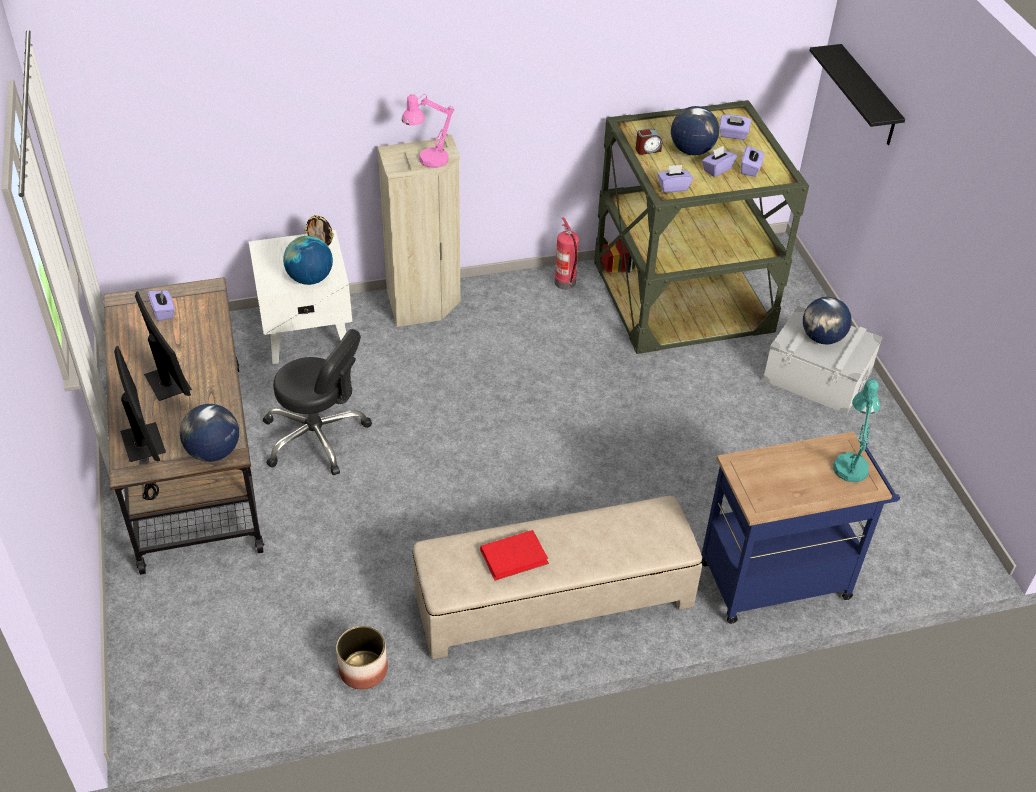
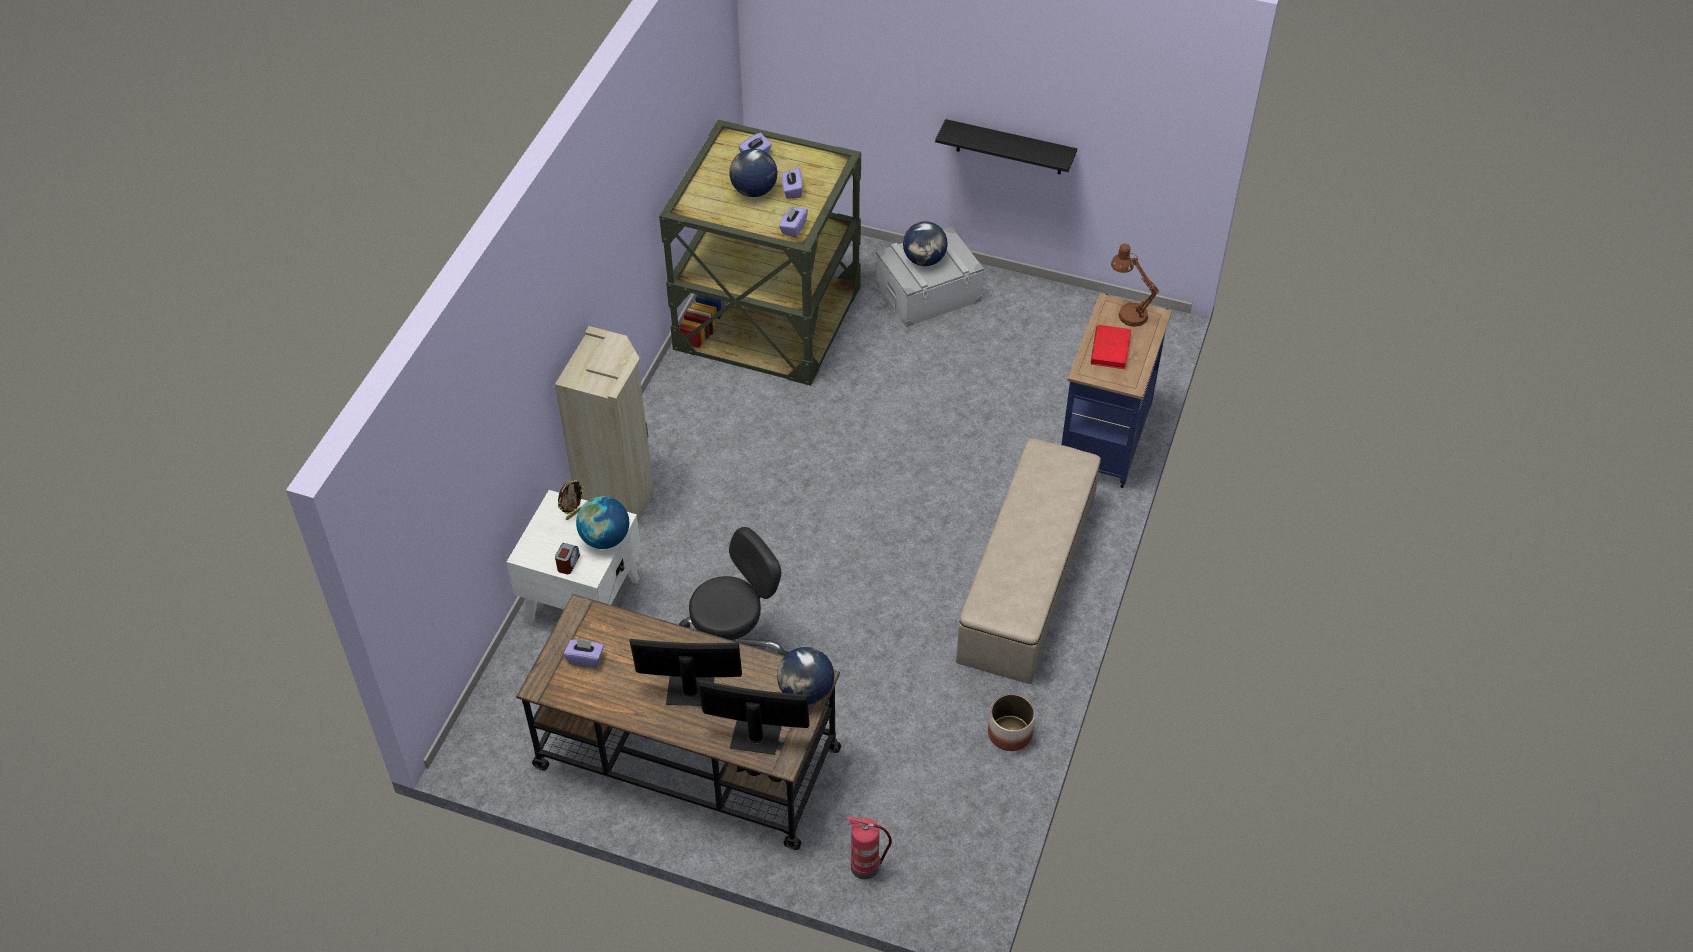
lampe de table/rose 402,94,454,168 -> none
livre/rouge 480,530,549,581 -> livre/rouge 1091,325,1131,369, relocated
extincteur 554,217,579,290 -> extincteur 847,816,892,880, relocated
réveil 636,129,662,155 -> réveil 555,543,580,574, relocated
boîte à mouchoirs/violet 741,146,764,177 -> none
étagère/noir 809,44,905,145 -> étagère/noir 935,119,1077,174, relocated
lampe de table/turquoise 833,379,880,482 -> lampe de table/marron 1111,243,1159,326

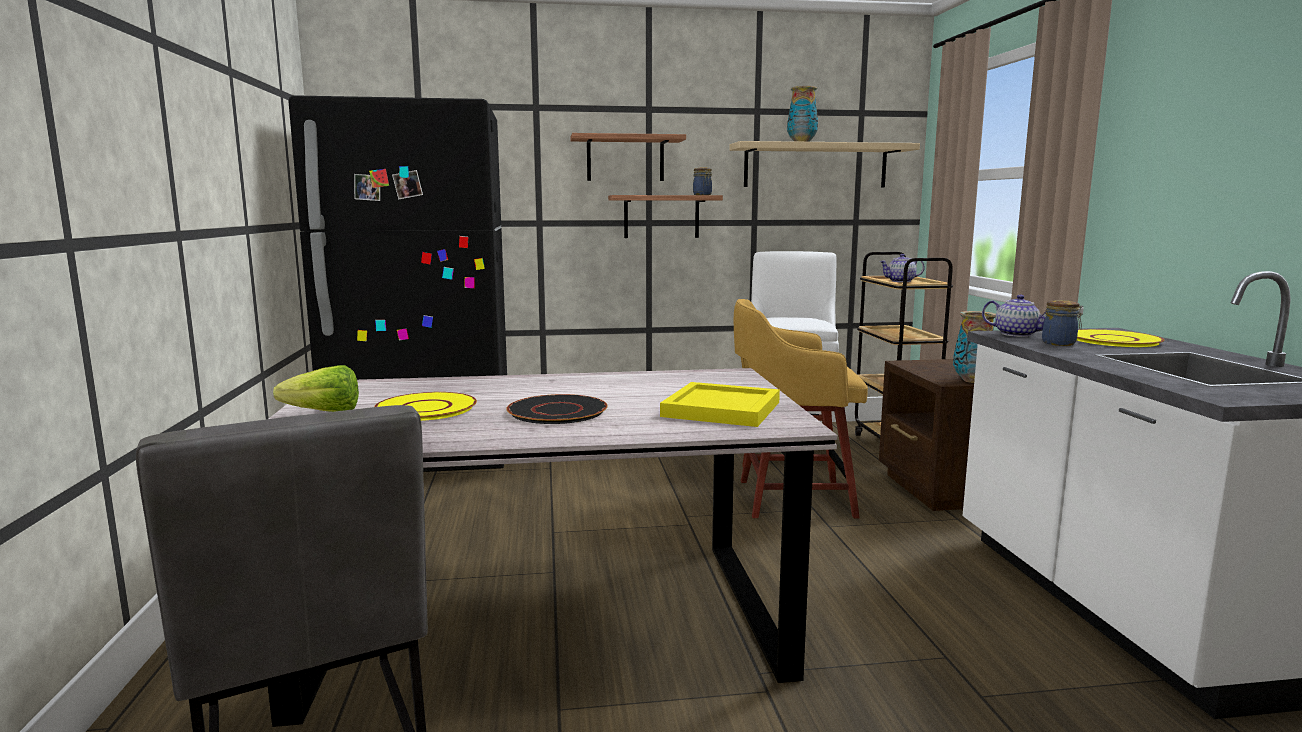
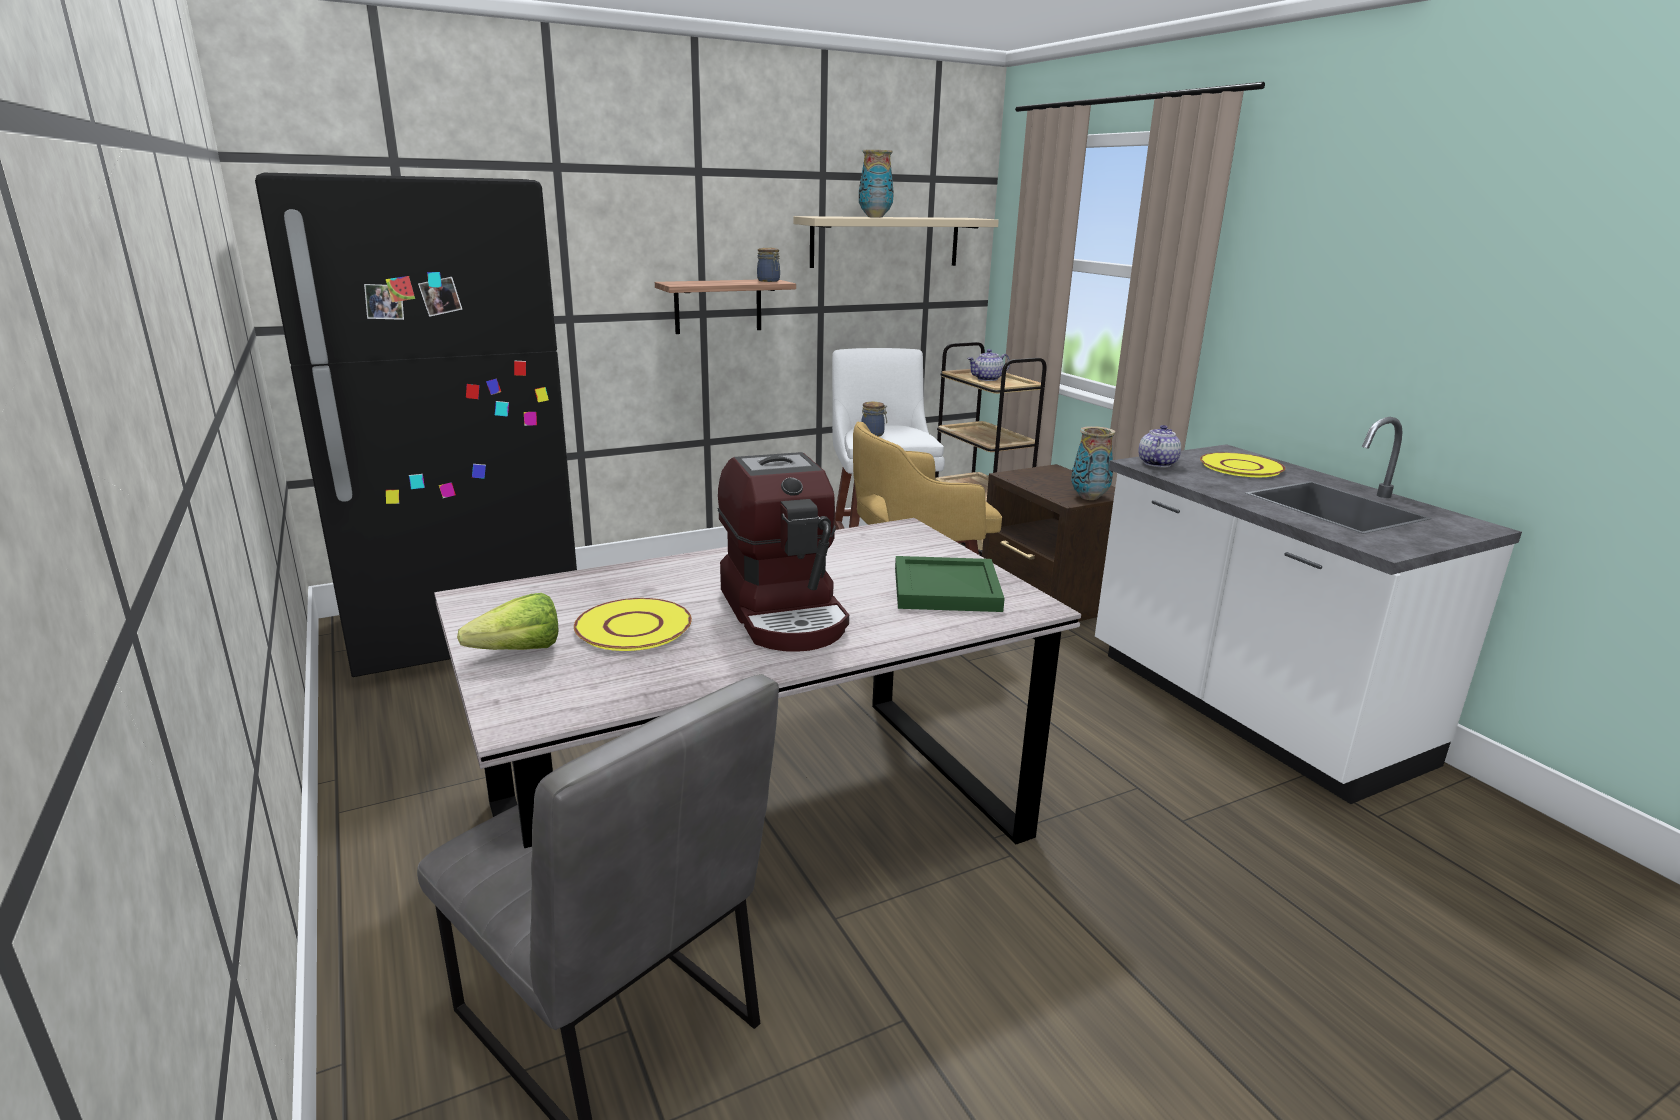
assiette/noir 506,394,608,424 -> machine à café 718,452,849,652
étagère 570,133,686,181 -> none
plateau/jaune 660,382,780,427 -> plateau/vert 895,556,1005,612
théière 982,295,1047,337 -> théière 1138,425,1181,467, 75 degrees counterclockwise
bocal 1042,300,1083,346 -> bocal 861,402,887,437, relocated

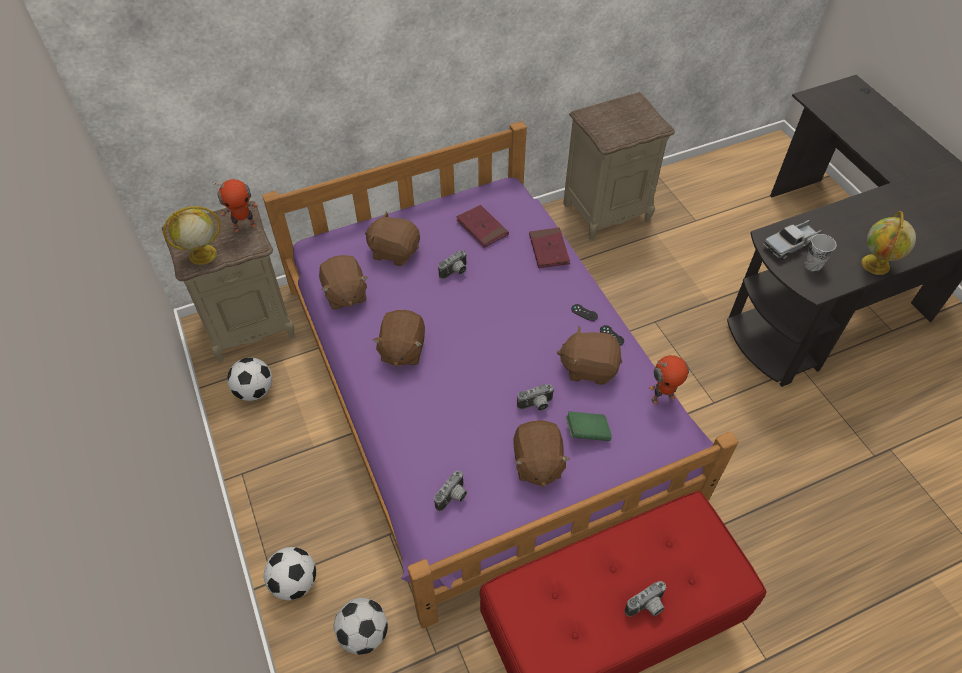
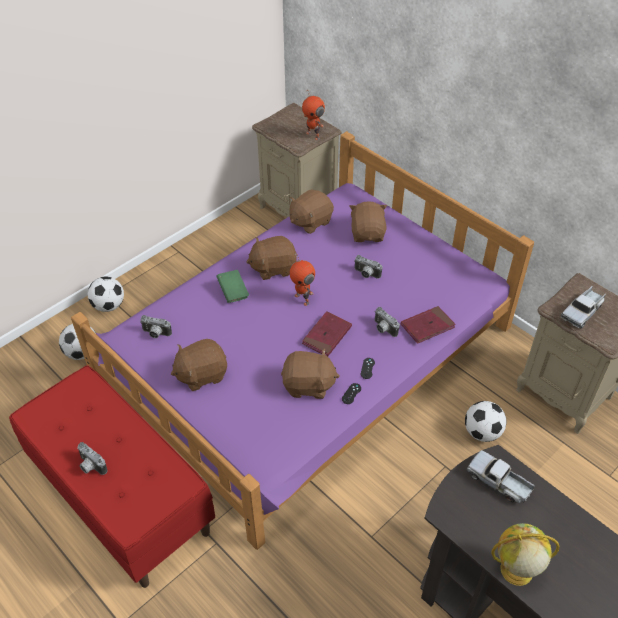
globe 163,206,220,265 -> none
ballon de foot 227,357,272,401 -> ballon de foot 465,401,506,442, relocated
livre/rouge 456,205,509,248 -> livre/rouge 302,311,352,357, relocated
appareil photo 517,384,554,411 -> appareil photo 375,307,400,337, relocated
peluche/marron 557,326,622,385 -> peluche/marron 281,349,340,399, 105 degrees clockwise
livre/vert 566,411,612,441 -> livre/vert 216,270,249,303, relocated
robot jouet 648,355,689,404 -> robot jouet 290,253,315,306, relocated
tasse 804,234,837,272 -> none
none -> camion jouet 561,286,606,329

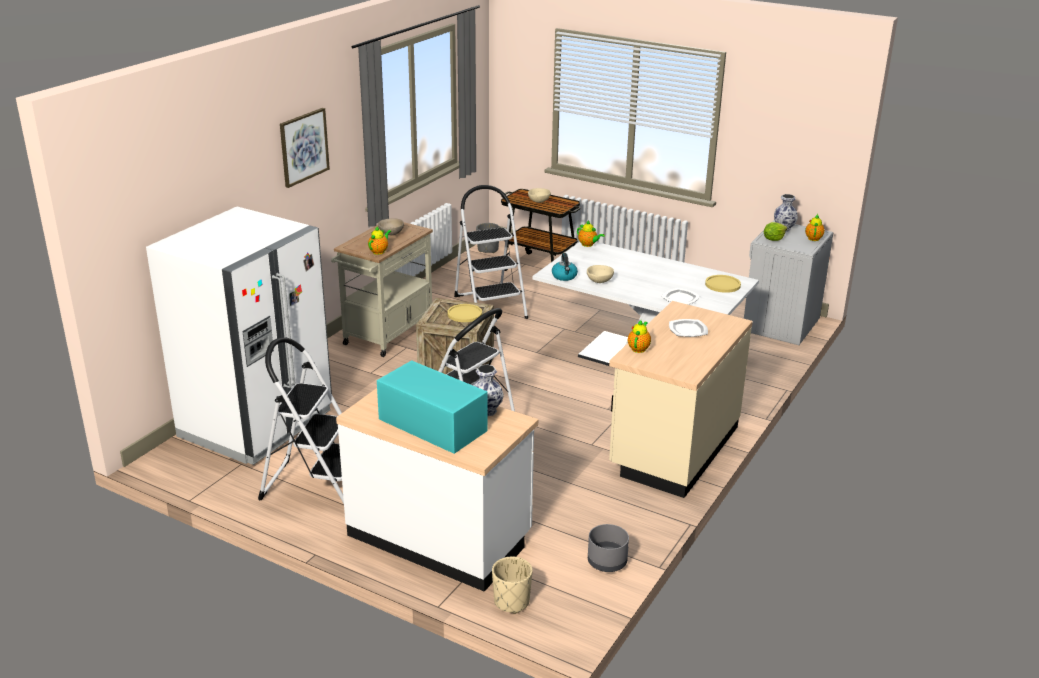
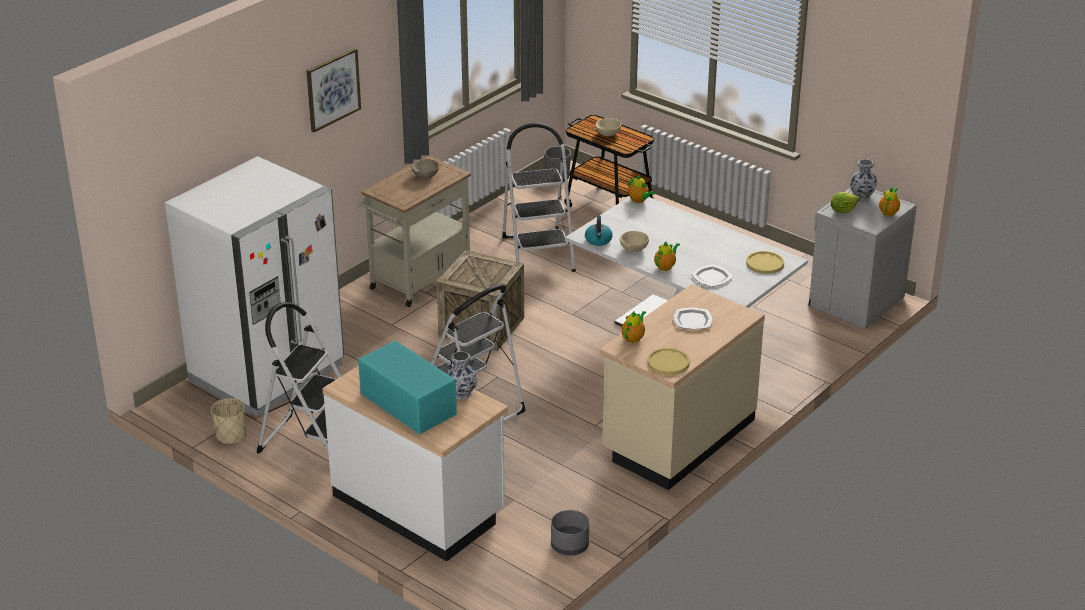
théière 368,226,391,255 -> théière 654,242,680,271, relocated
assiette/jaune 447,304,482,322 -> assiette/jaune 648,348,690,375, relocated
cache-pot/beige 492,557,532,614 -> cache-pot/beige 211,398,246,445, relocated

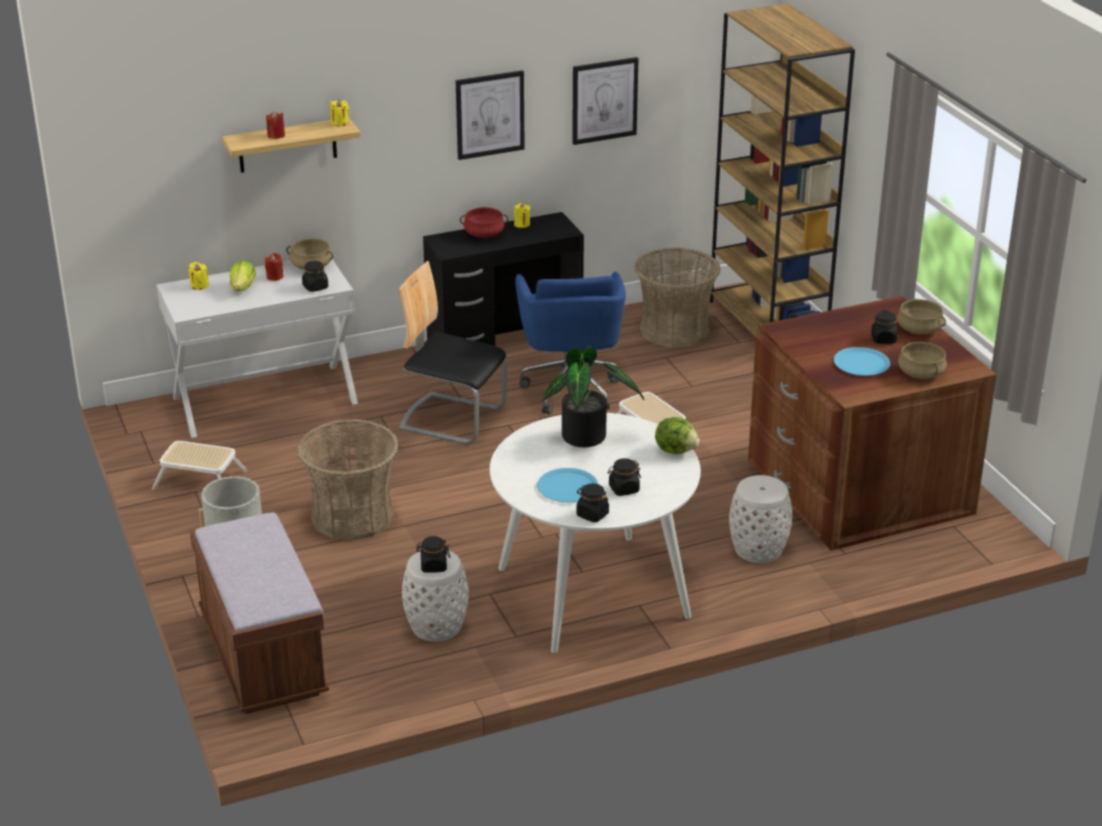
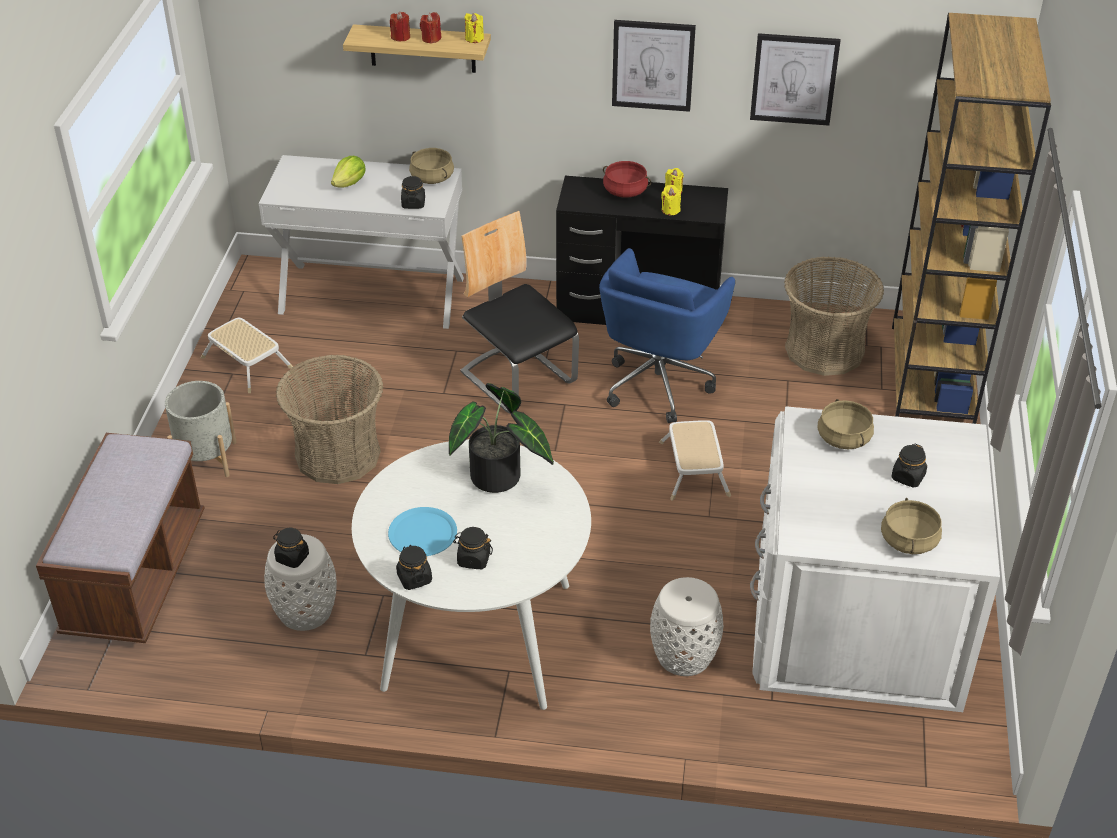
bougie/jaune 189,262,209,290 -> bougie/jaune 661,185,681,215, relocated
bougie/rouge 265,253,284,281 -> bougie/rouge 420,12,441,44, relocated
laitue 655,417,700,454 -> none
commode/marron 748,296,997,551 -> commode/blanc 750,406,1000,712
assiette/bleu 834,347,890,376 -> none
marmite/beige 897,299,946,335 -> marmite/beige 817,399,874,449, relocated

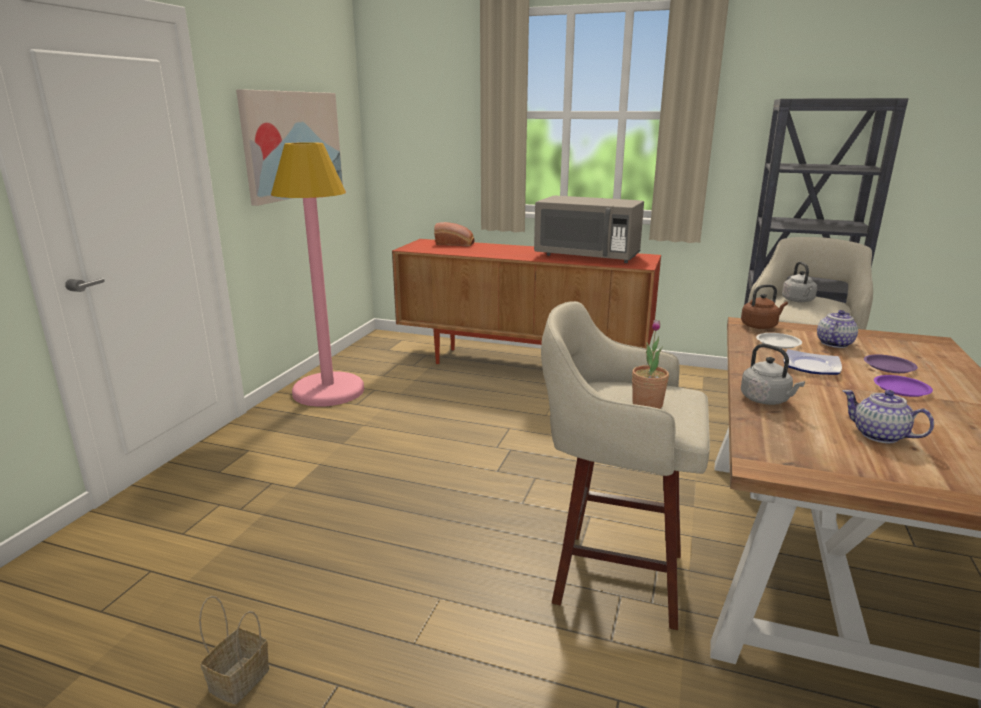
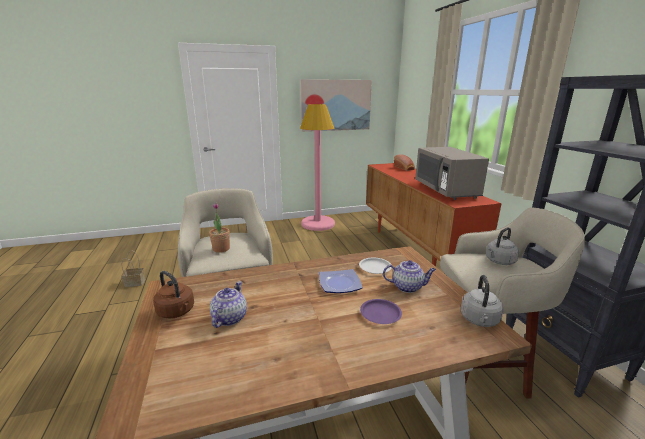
bouilloire/marron 741,284,788,329 -> bouilloire/marron 153,271,194,319, relocated
bouilloire/gris 741,344,805,405 -> bouilloire/gris 461,275,504,327, relocated
assiette/violet 874,375,933,397 -> none

